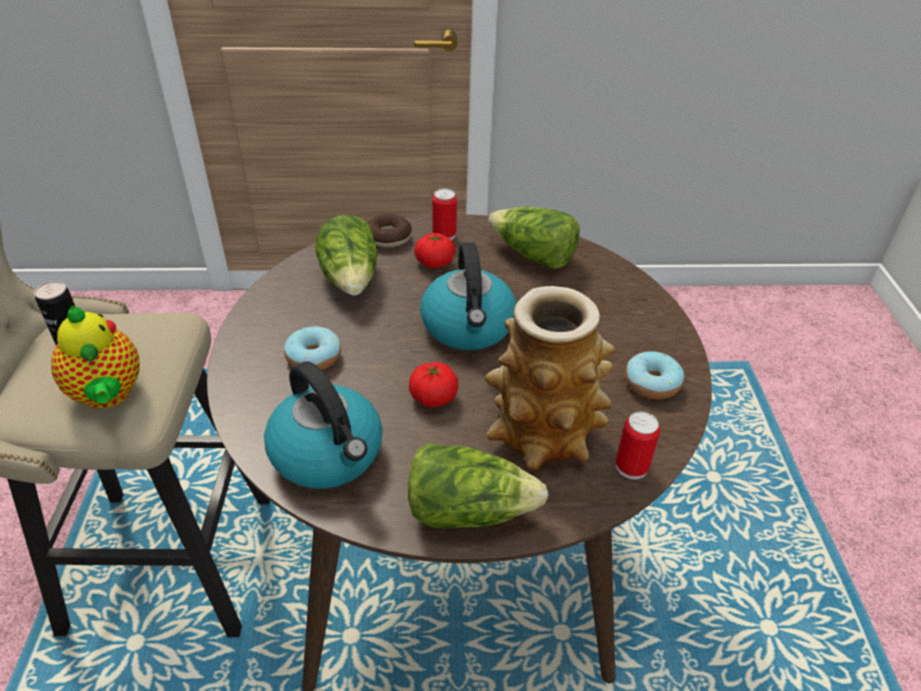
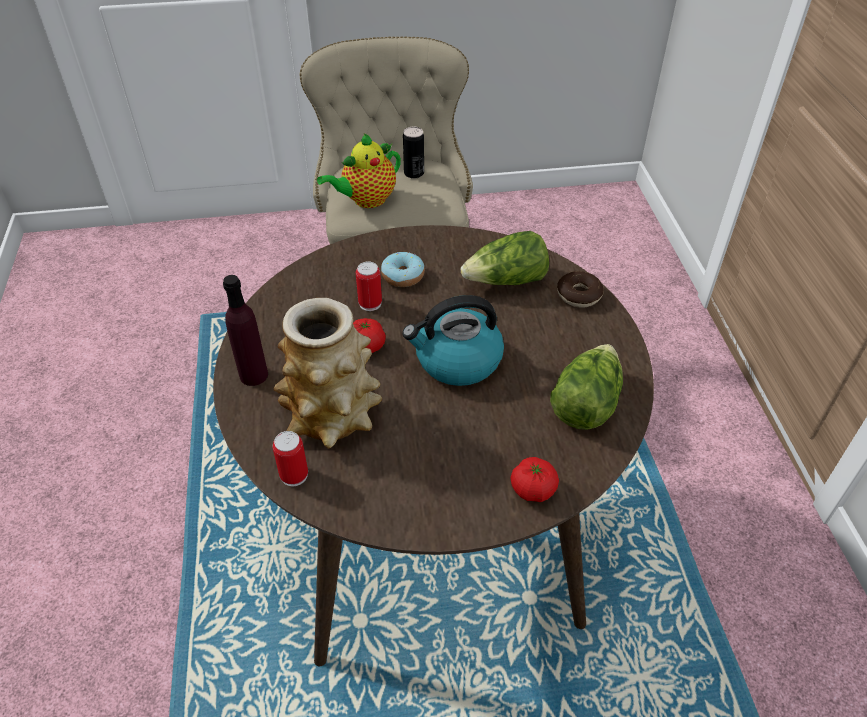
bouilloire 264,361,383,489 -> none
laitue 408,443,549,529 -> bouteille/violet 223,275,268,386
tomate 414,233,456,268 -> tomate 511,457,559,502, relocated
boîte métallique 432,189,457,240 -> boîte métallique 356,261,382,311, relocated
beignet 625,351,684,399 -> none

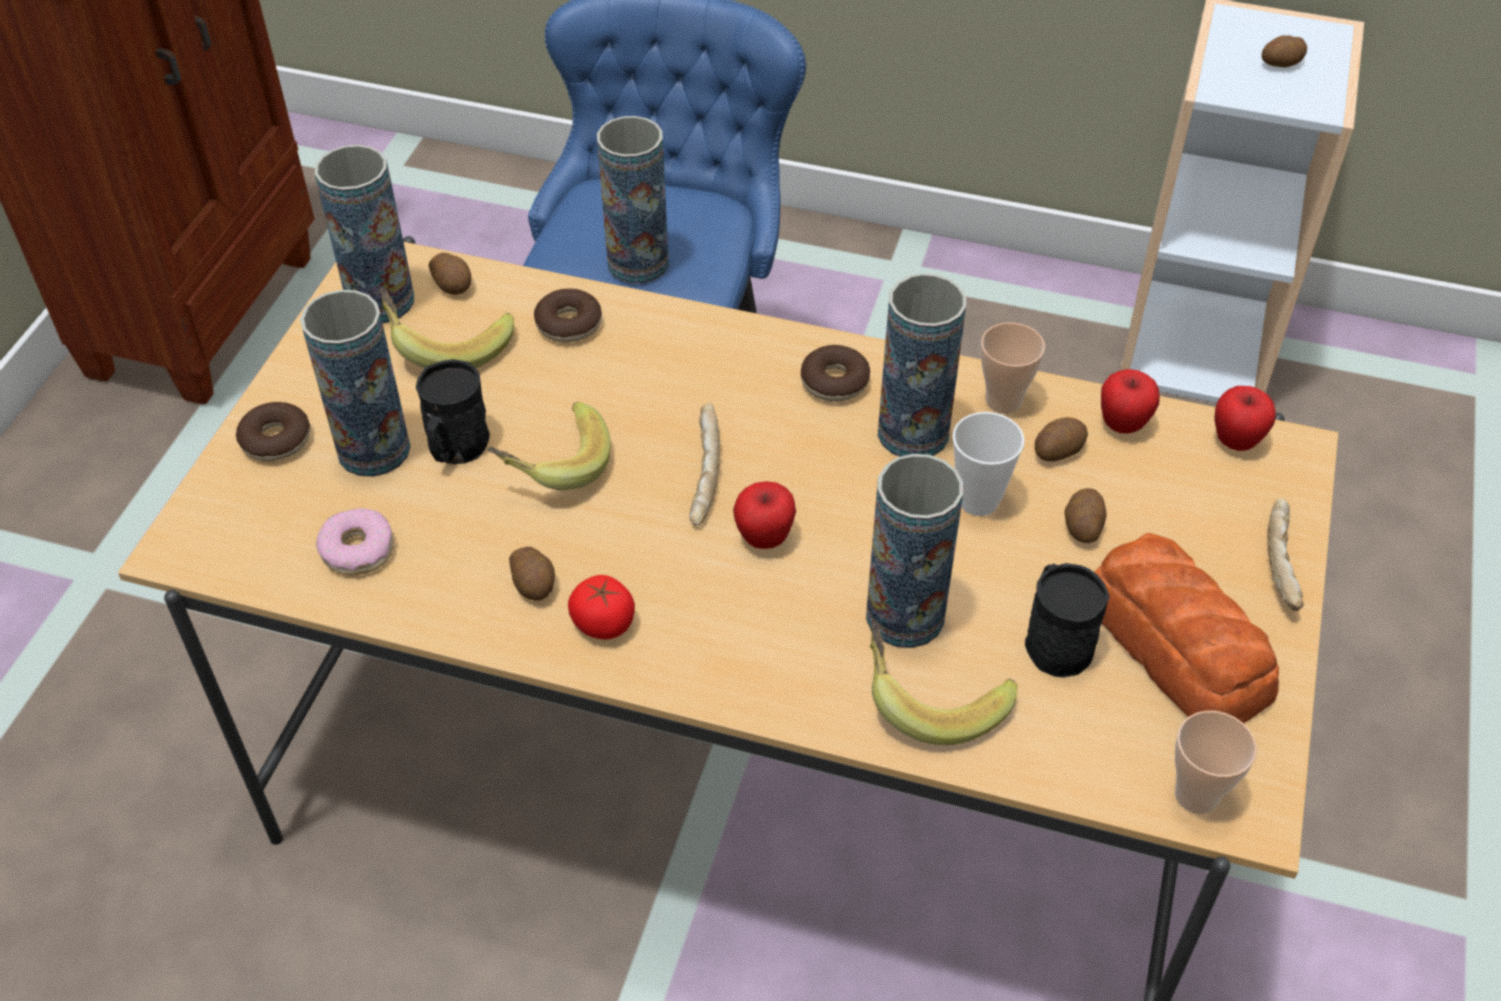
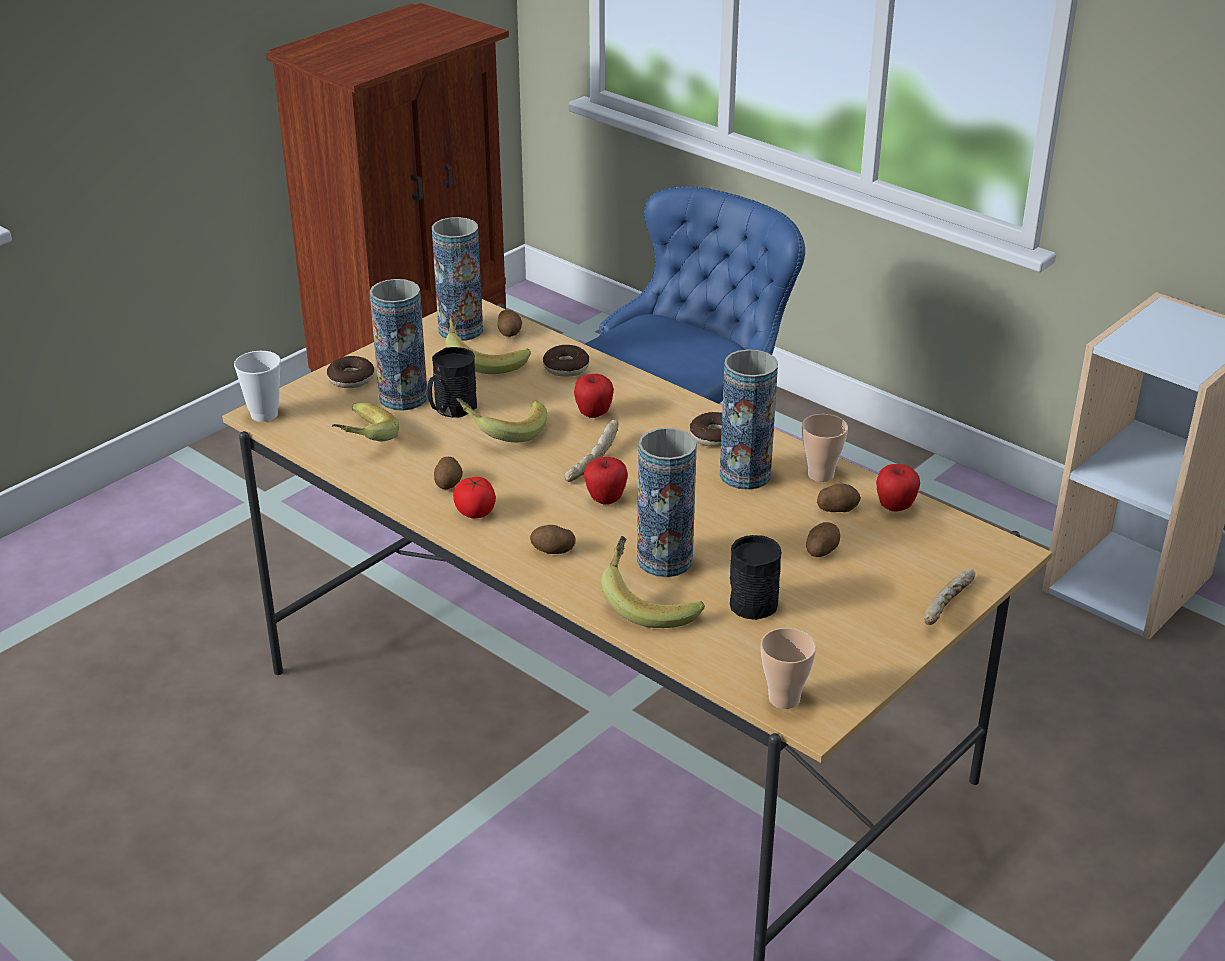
beignet 316,508,394,575 -> banane 332,403,399,441
vase 597,116,669,284 -> none
tasse 952,412,1025,516 -> tasse 234,351,281,422, relocated
pain 1094,533,1279,723 -> none
pomme 1214,386,1276,451 -> pomme 574,374,614,418, relocated
pomme de terre 1262,35,1307,67 -> pomme de terre 530,525,575,554, relocated

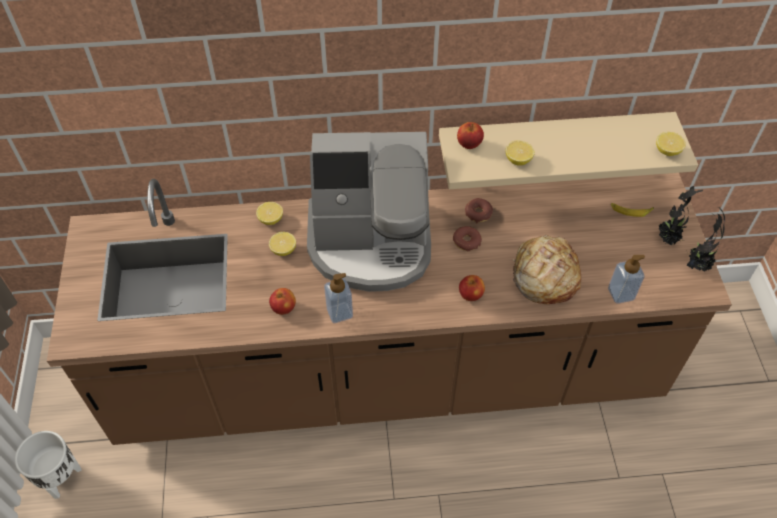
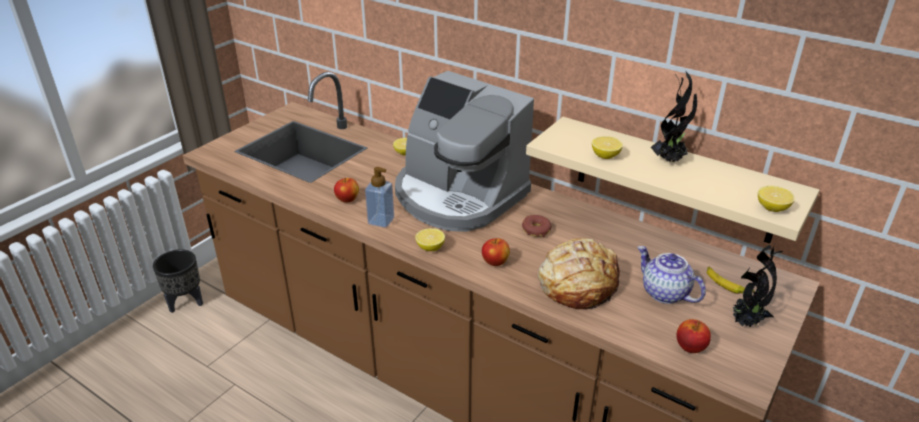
cache-pot/blanc 15,431,82,499 -> cache-pot/noir 153,249,203,313
citron 269,232,296,256 -> citron 415,228,445,251, relocated
pomme 457,122,484,149 -> pomme 677,319,711,353, relocated
beignet 465,198,493,223 -> none
distributeur de savon 608,255,645,304 -> none
plante en pot 687,208,725,272 -> plante en pot 651,72,697,162, relocated
none -> théière 638,246,706,304

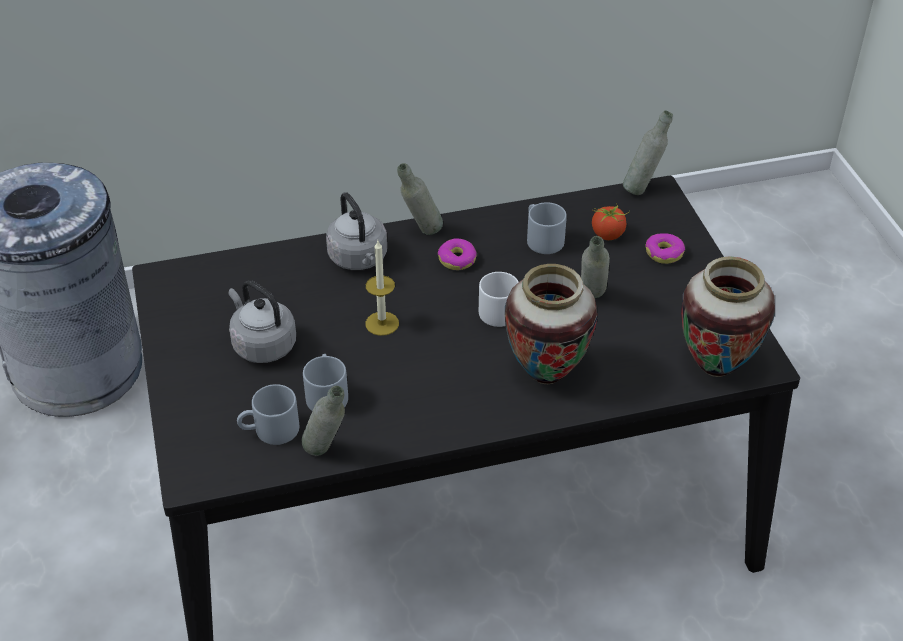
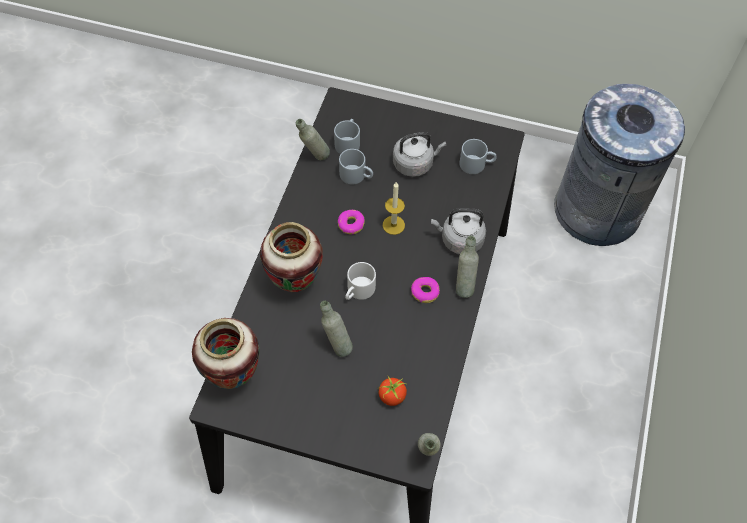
mug/gris 527,202,567,254 -> mug/gris 459,139,497,174, relocated
beignet 646,233,685,264 -> beignet 338,210,365,235, relocated

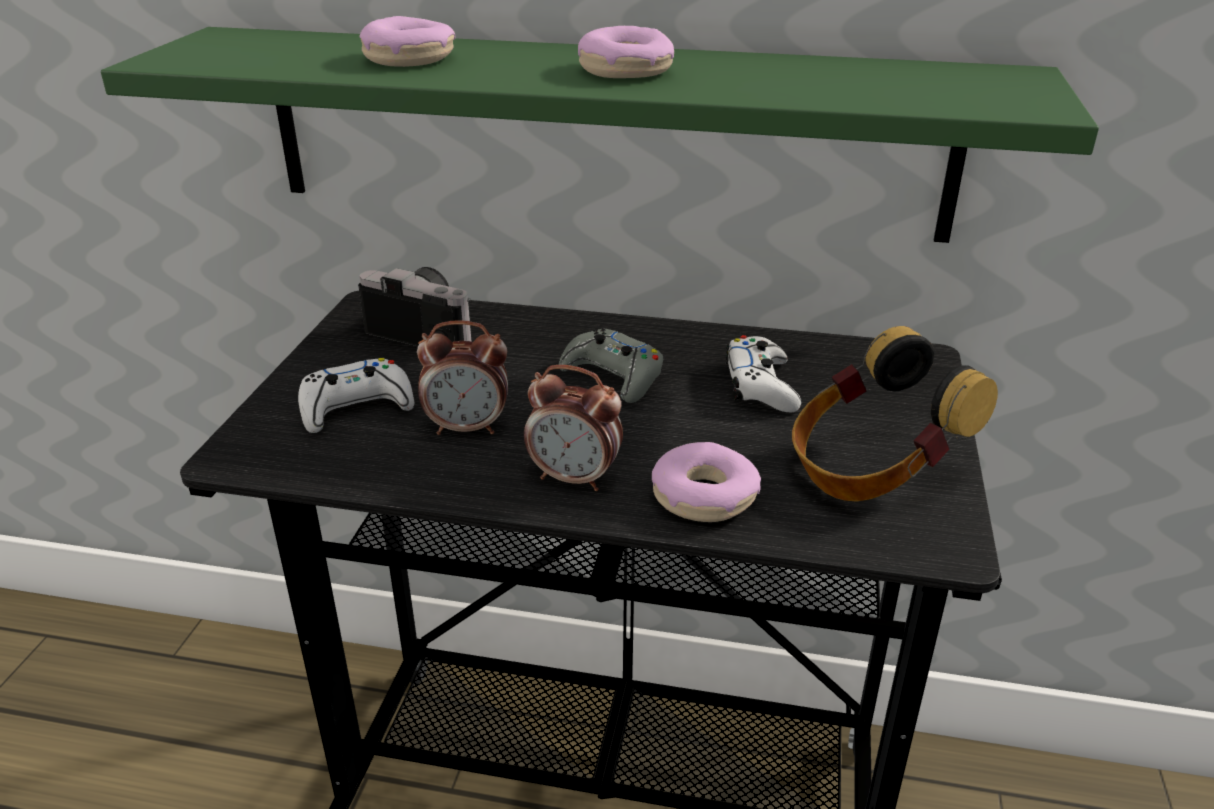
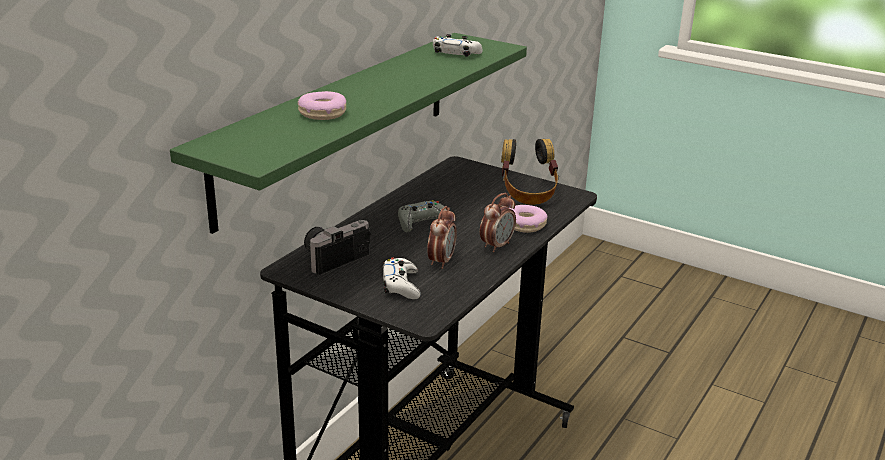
beignet 578,26,674,78 -> none
manette/blanc 726,335,801,412 -> manette/blanc 433,34,483,57, relocated

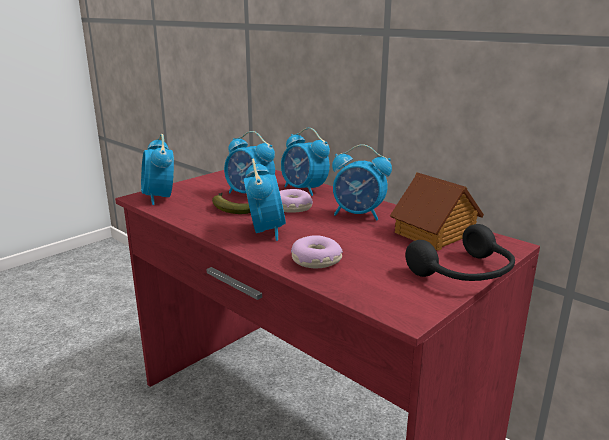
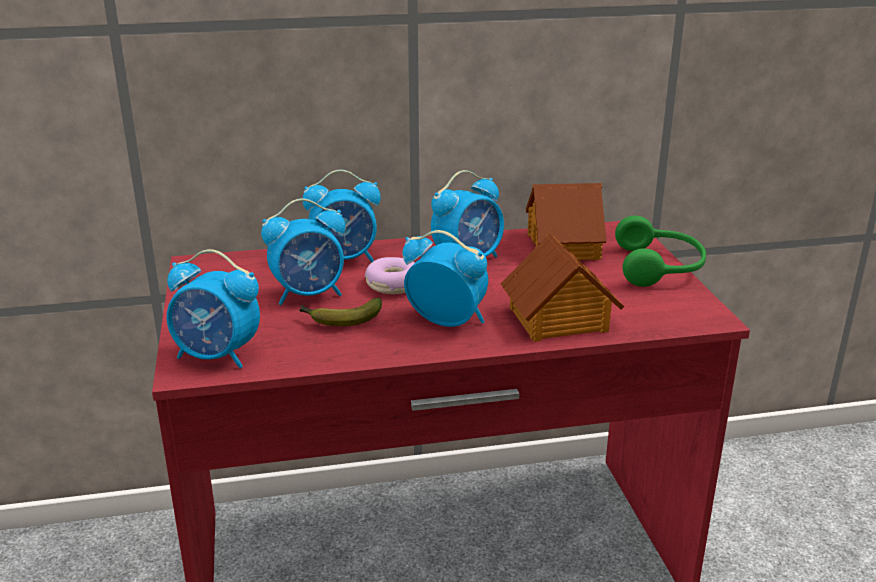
beignet 291,235,343,268 -> maison miniature 501,233,624,342
casque audio/noir 405,224,515,281 -> casque audio/vert 615,216,706,287

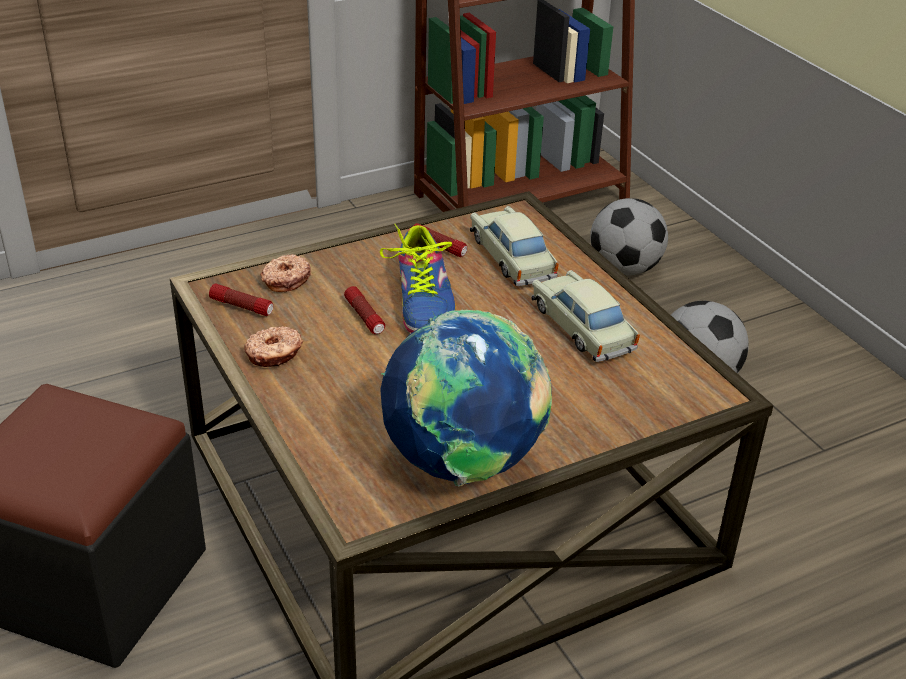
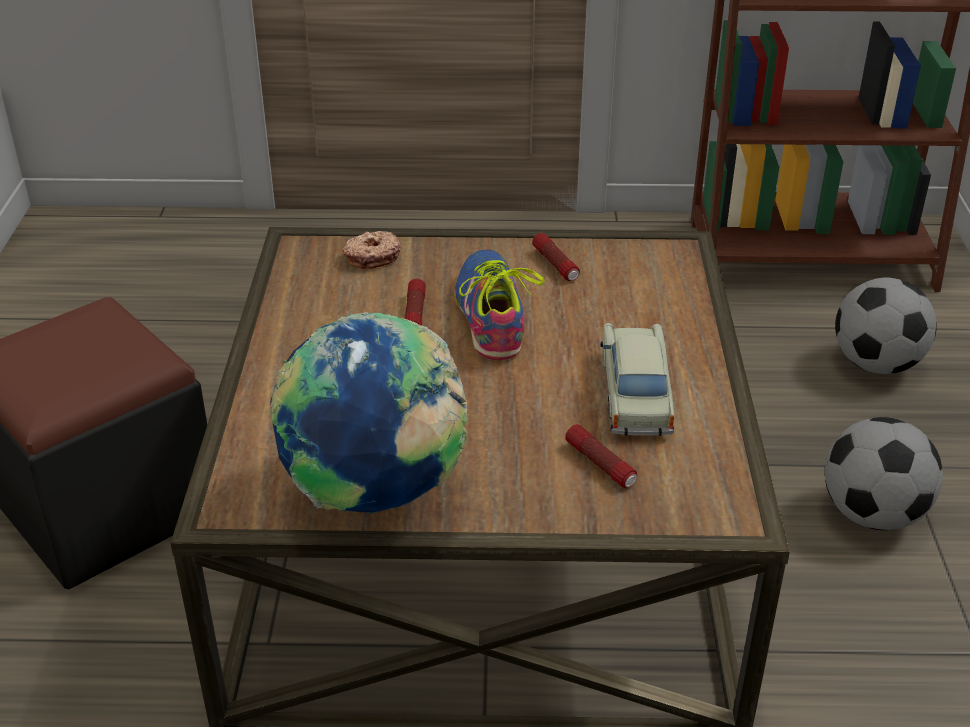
lampe de poche 209,283,273,316 -> lampe de poche 565,424,637,488, relocated
beignet 244,326,303,367 -> none
chaussure 380,223,456,333 -> chaussure 454,249,545,360, 150 degrees clockwise
petite voiture/beige 470,206,558,286 -> none

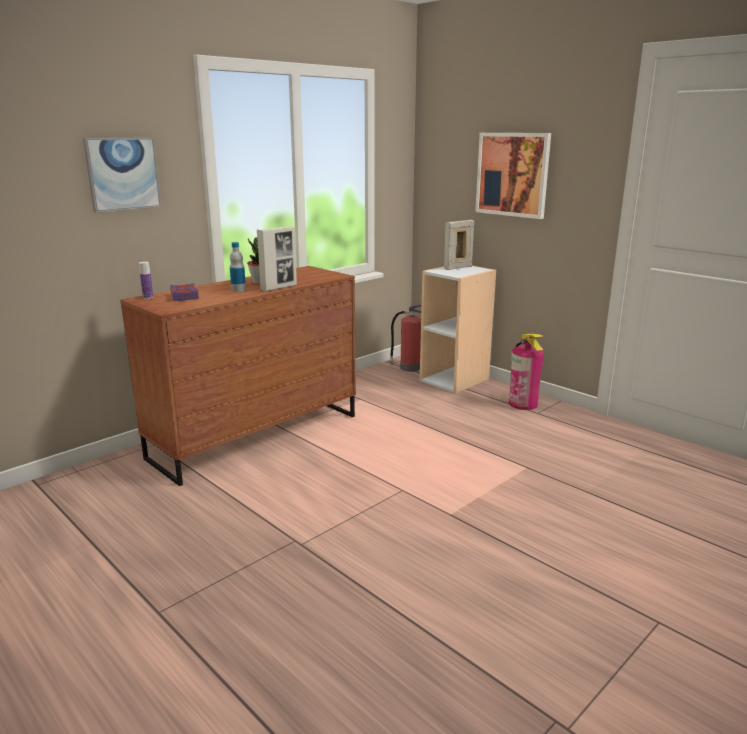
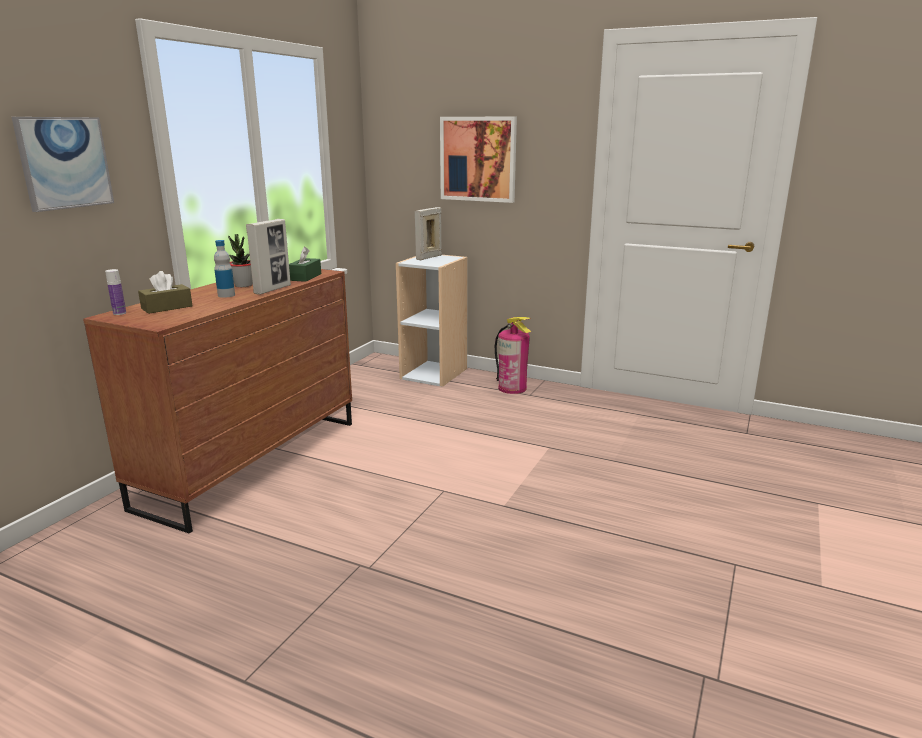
livre/violet 170,283,199,301 -> boîte à mouchoirs/marron 138,271,193,314
extincteur 389,304,422,372 -> none
none -> boîte à mouchoirs/vert 289,247,321,282

